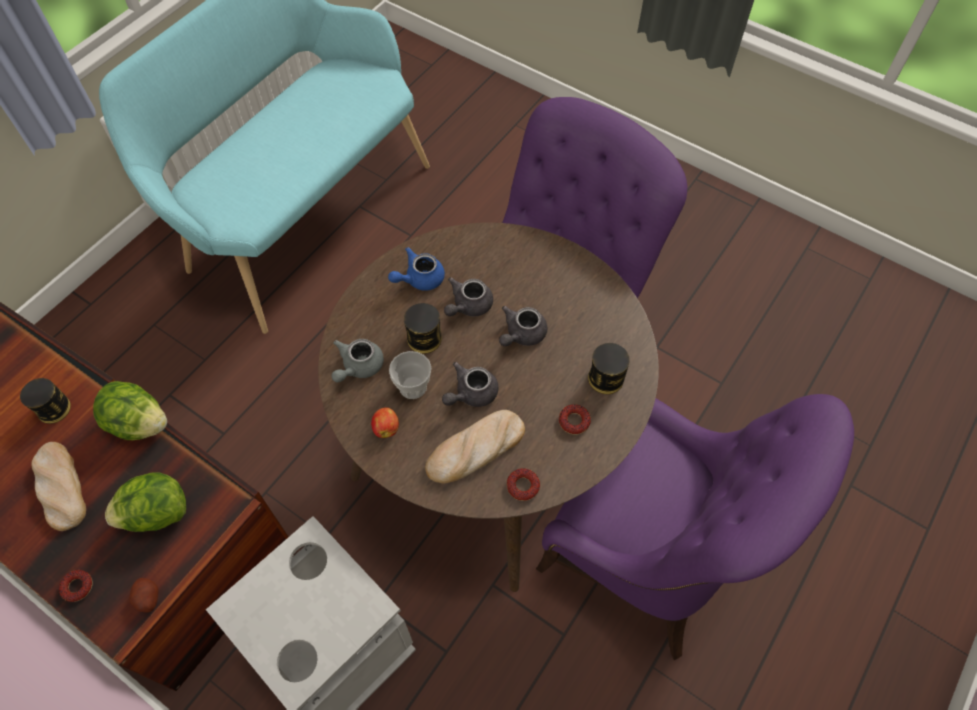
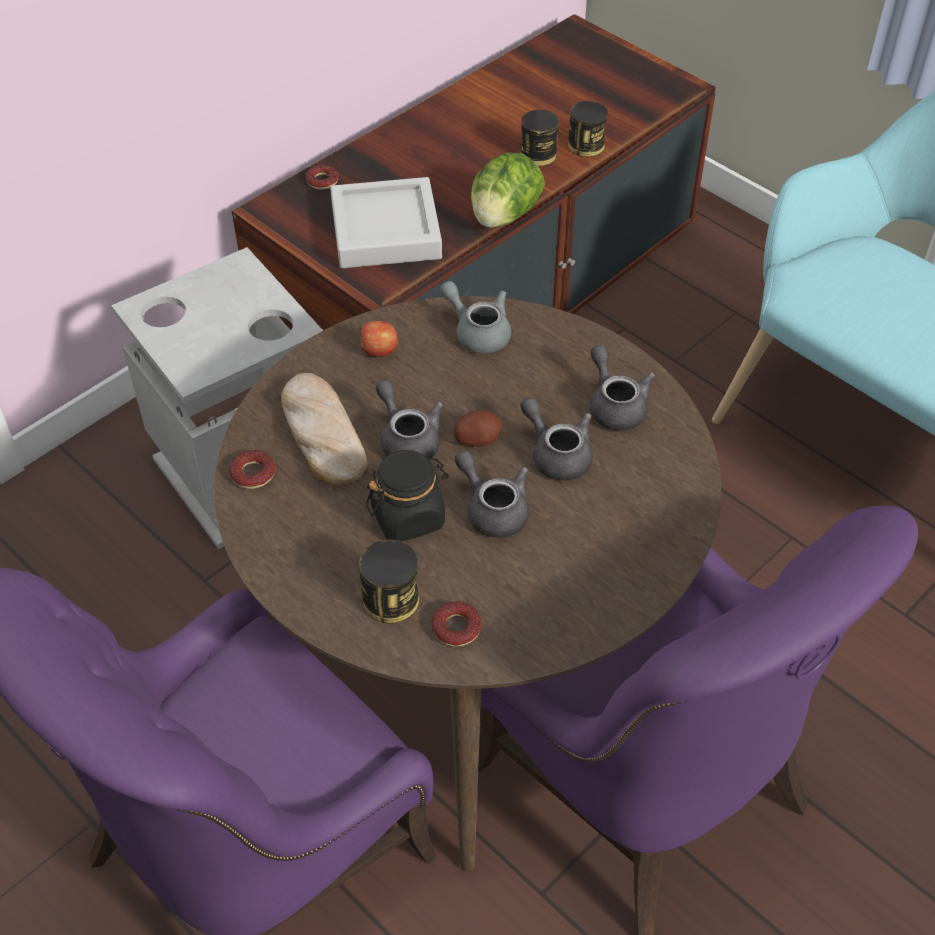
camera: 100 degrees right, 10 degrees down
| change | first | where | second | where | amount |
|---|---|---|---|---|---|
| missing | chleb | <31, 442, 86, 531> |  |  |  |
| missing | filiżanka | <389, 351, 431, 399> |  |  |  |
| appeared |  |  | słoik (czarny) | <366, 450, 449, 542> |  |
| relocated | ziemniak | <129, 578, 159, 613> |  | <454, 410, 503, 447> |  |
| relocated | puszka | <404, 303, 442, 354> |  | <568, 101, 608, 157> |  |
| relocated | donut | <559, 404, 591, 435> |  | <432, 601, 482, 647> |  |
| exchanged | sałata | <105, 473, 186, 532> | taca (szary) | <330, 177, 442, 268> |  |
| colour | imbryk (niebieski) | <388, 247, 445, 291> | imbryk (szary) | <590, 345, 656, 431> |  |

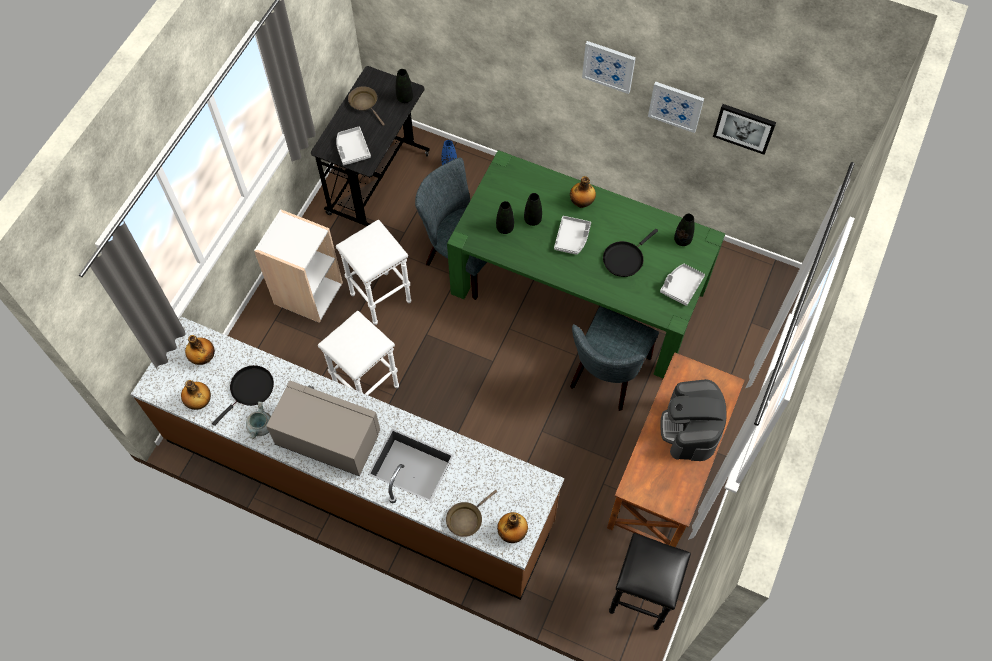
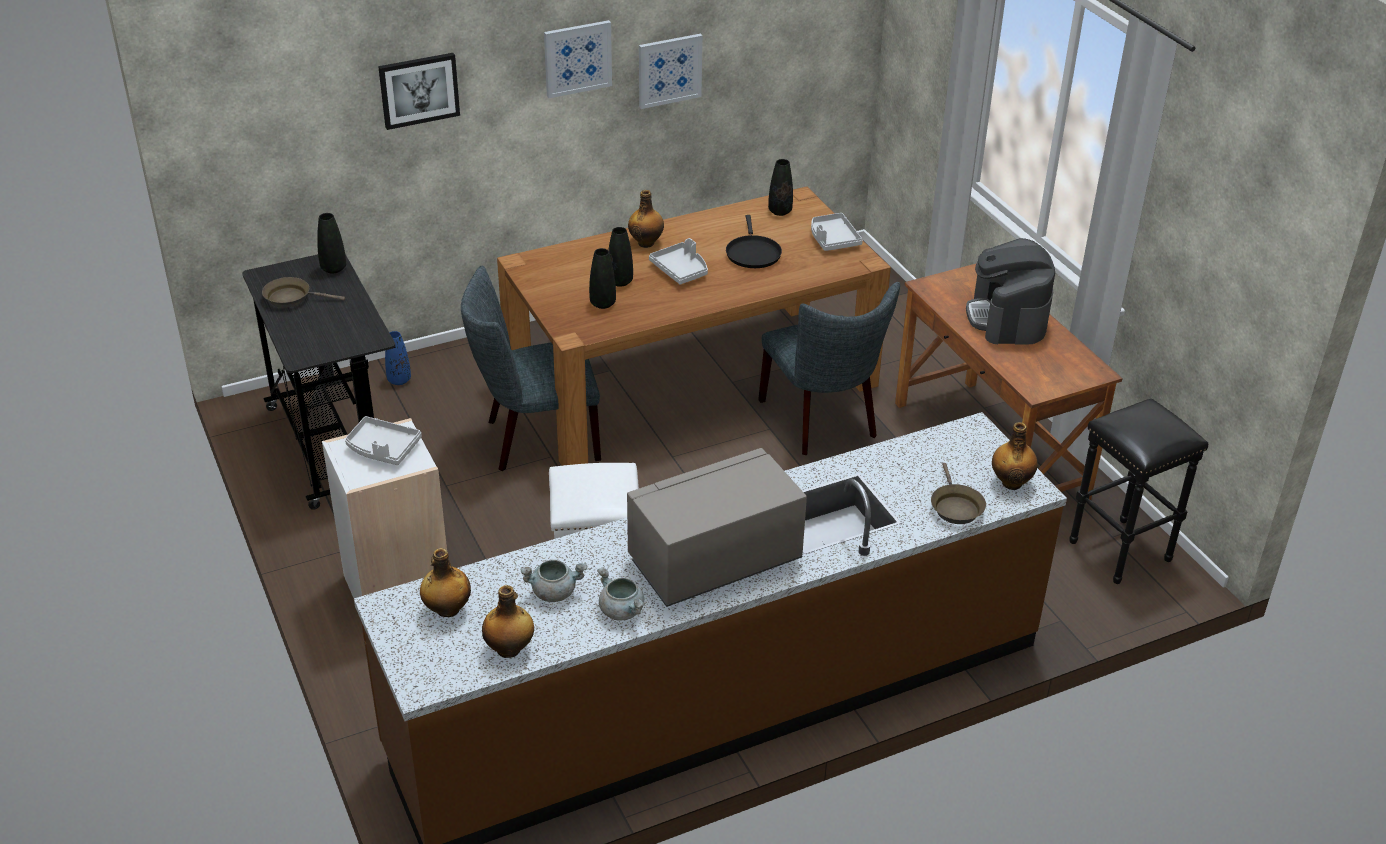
camera: 50 degrees left, 25 degrees down
| change | first | where | second | where | amount |
|---|---|---|---|---|---|
| missing | stołek (biały) | <336, 220, 411, 325> |  |  |  |
| relocated | taca (szary) | <336, 127, 371, 165> |  | <345, 416, 422, 465> |  |
| relocated | obraz | <713, 104, 776, 155> |  | <378, 53, 460, 130> |  |
| exchanged | patelnia (czarny) | <212, 365, 274, 426> | garnek (szary) | <520, 560, 587, 602> |  |
| colour | stół jadalny (zielony) | <447, 150, 725, 378> | stół jadalny (brązowy) | <497, 186, 891, 466> |  |
| spun | ekspres do kawy | <660, 379, 727, 461> |  | <966, 238, 1055, 345> | 45 degrees clockwise |

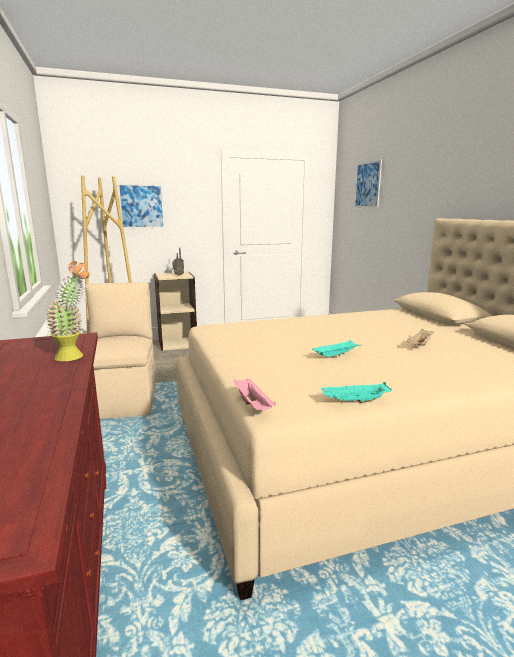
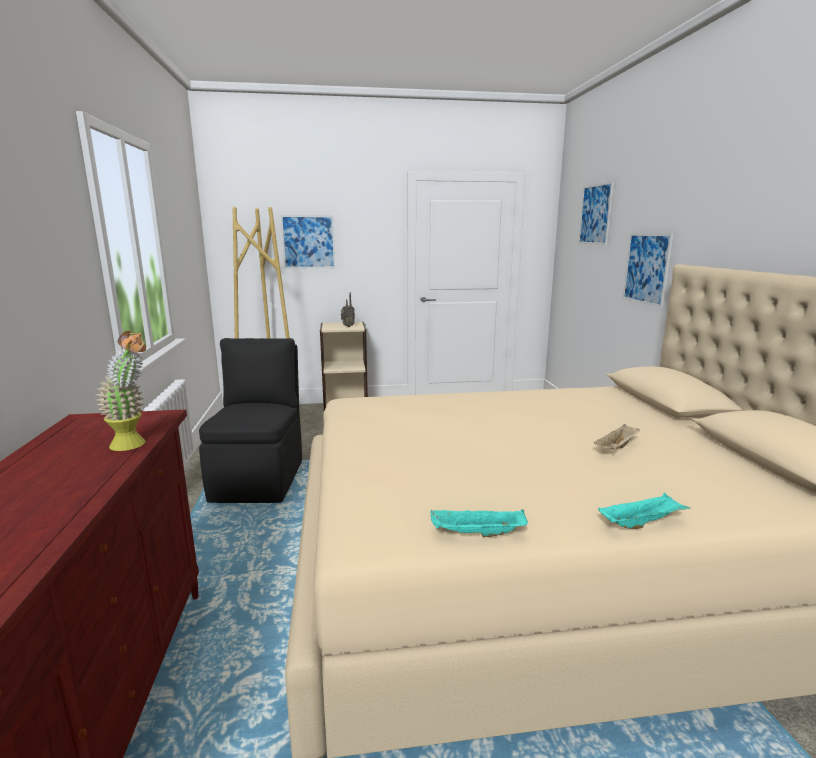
camera: 10 degrees right, 0 degrees up
| change | first | where | second | where | amount |
|---|---|---|---|---|---|
| missing | taca (różowy) | <233, 379, 275, 410> |  |  |  |
| appeared |  |  | obraz | <623, 233, 673, 308> |  |
| relocated | taca (turkusowy) | <312, 340, 362, 358> |  | <598, 493, 691, 529> |  |
| colour | krzesło (beżowy) | <85, 282, 155, 419> | krzesło (czarny) | <199, 338, 302, 503> |  |

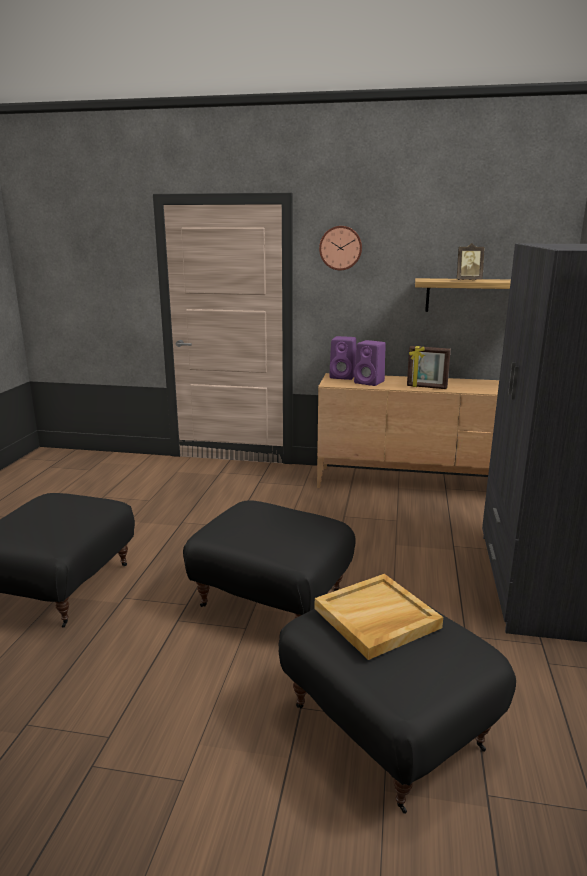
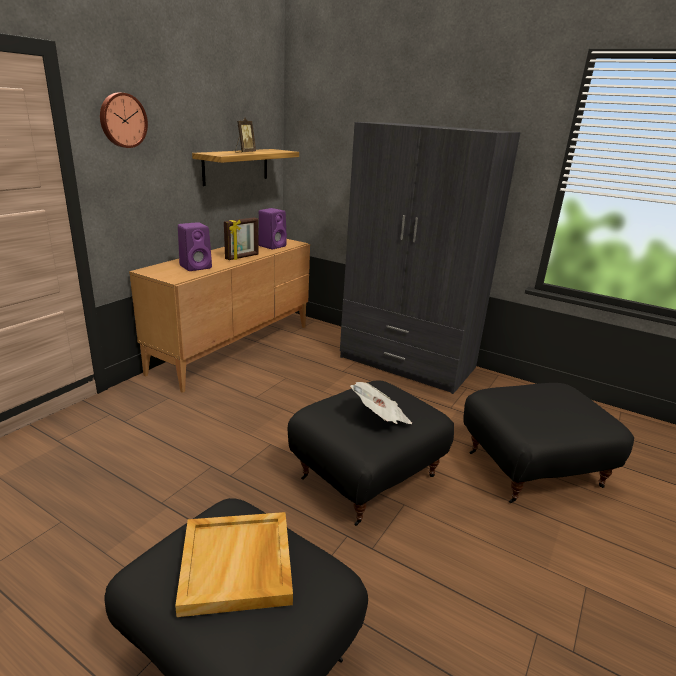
camera: 70 degrees left, 5 degrees up
| change | first | where | second | where | amount |
|---|---|---|---|---|---|
| appeared |  |  | gazeta | <350, 382, 412, 424> |  |
| relocated | taca (beżowy) | <315, 574, 443, 660> |  | <175, 512, 293, 617> |  |
| relocated | głośnik (fioletowy) | <329, 336, 356, 380> |  | <258, 208, 287, 249> |  |

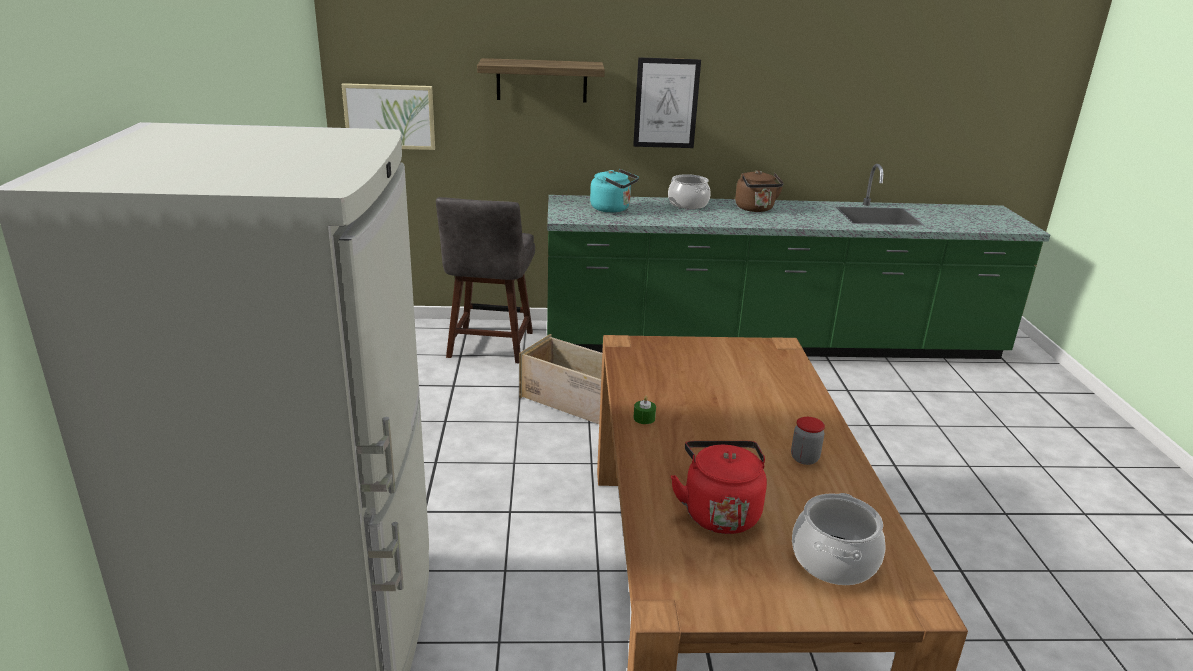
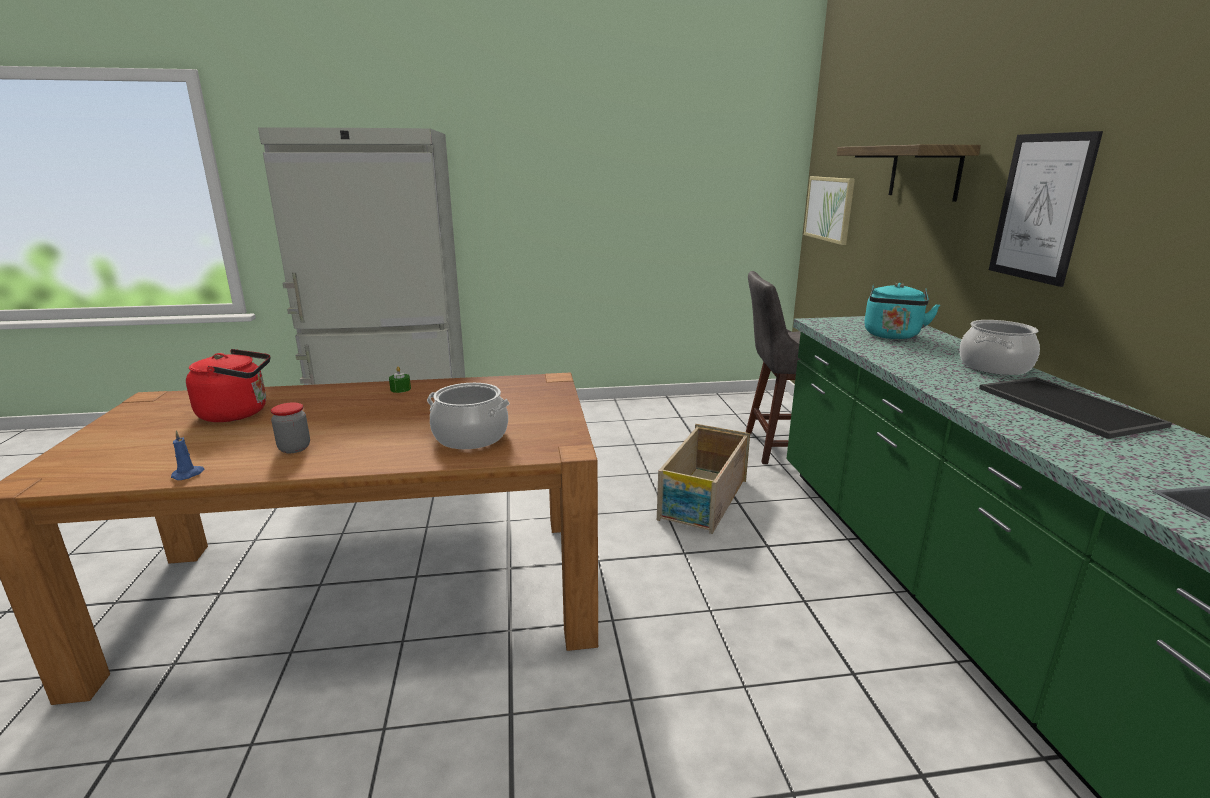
camera: 85 degrees right, 5 degrees down
| change | first | where | second | where | amount |
|---|---|---|---|---|---|
| appeared |  |  | świeca (niebieski) | <171, 430, 204, 480> |  |
| relocated | garnek | <792, 493, 886, 585> |  | <427, 383, 510, 449> |  |
| exchanged | czajnik (brązowy) | <735, 170, 784, 212> | taca | <979, 377, 1172, 439> |  |

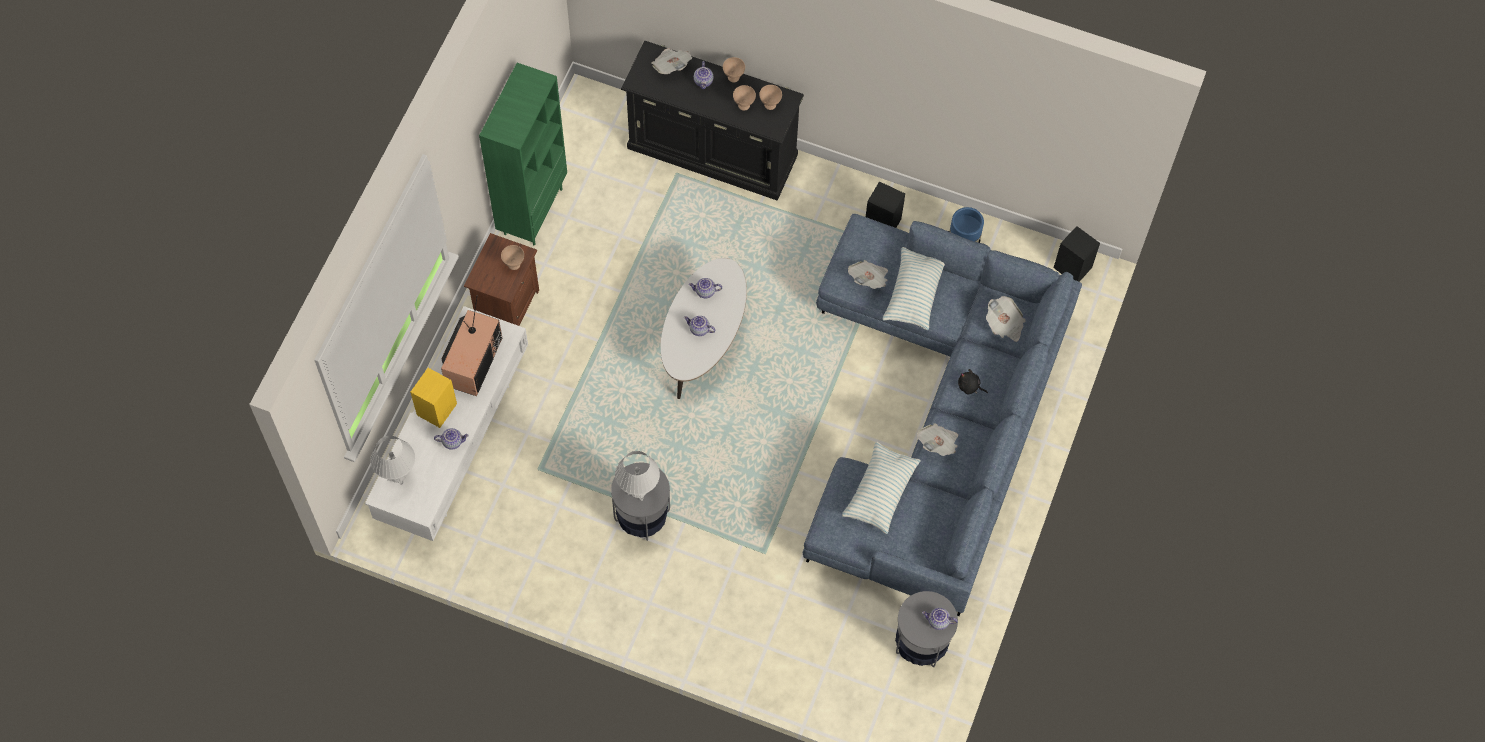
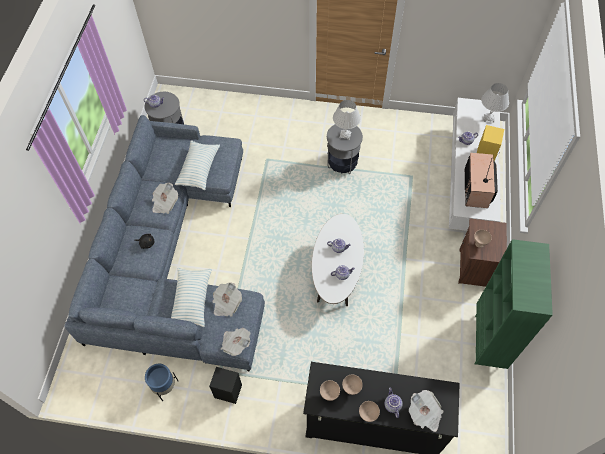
camera: 170 degrees right, 5 degrees down
| change | first | where | second | where | amount |
|---|---|---|---|---|---|
| missing | głośnik (czarny) | <1054, 226, 1100, 282> |  |  |  |
| relocated | gazeta | <986, 296, 1025, 342> |  | <221, 328, 250, 356> |  |

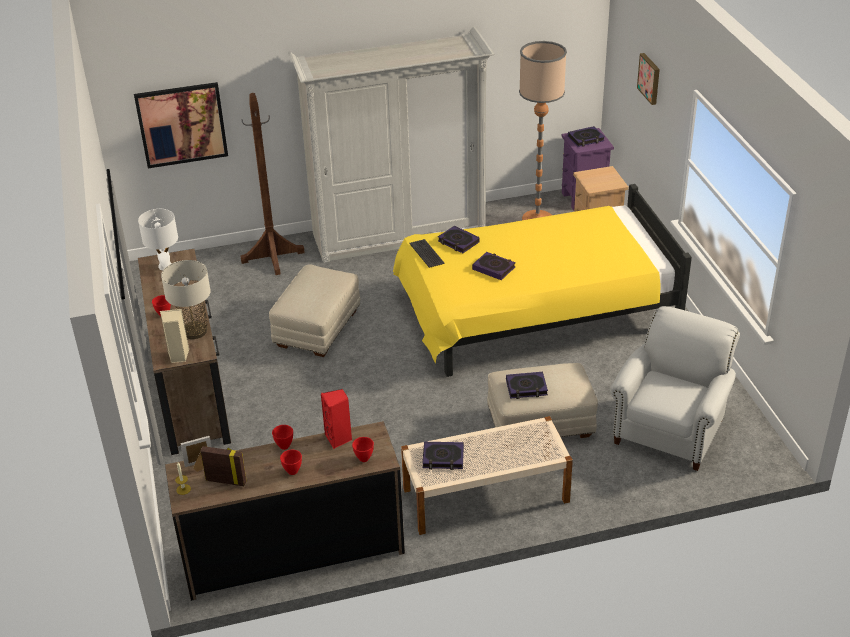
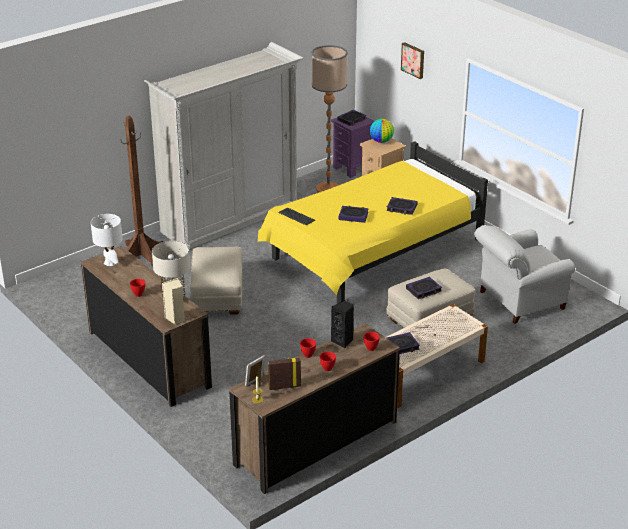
camera: 25 degrees left, 5 degrees down
| change | first | where | second | where | amount |
|---|---|---|---|---|---|
| missing | obraz | <134, 82, 228, 168> |  |  |  |
| appeared |  |  | globus | <370, 119, 394, 143> |  |
| relocated | książka | <438, 226, 480, 253> |  | <386, 197, 418, 215> |  |
| colour | głośnik (czerwony) | <321, 389, 352, 449> | głośnik (czarny) | <331, 300, 354, 348> |  |
| spun | fotel (biały) | <610, 306, 740, 471> |  | <474, 225, 575, 324> | 120 degrees counterclockwise |

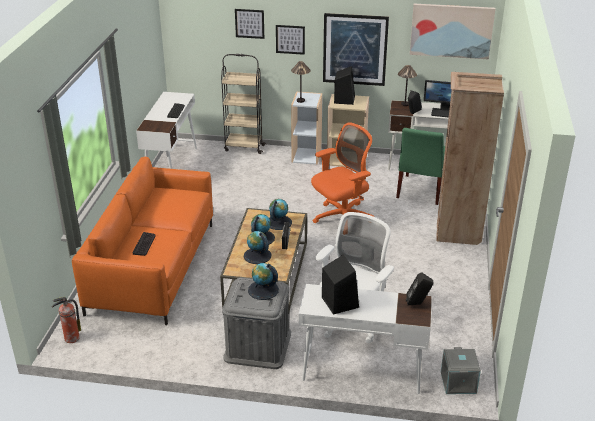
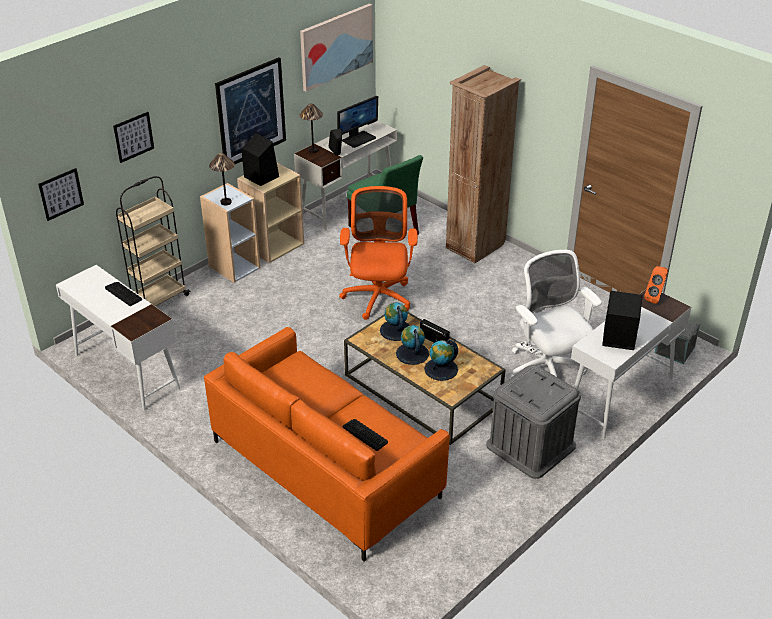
camera: 55 degrees left, 5 degrees up
| change | first | where | second | where | amount |
|---|---|---|---|---|---|
| missing | gaśnica | <52, 297, 81, 343> |  |  |  |
| missing | globus | <248, 263, 279, 300> |  |  |  |
| relocated | obraz | <276, 25, 305, 55> |  | <38, 168, 84, 221> |  |
| colour | głośnik (czarny) | <406, 273, 433, 305> | głośnik (pomarańczowy) | <644, 266, 668, 304> |  |

